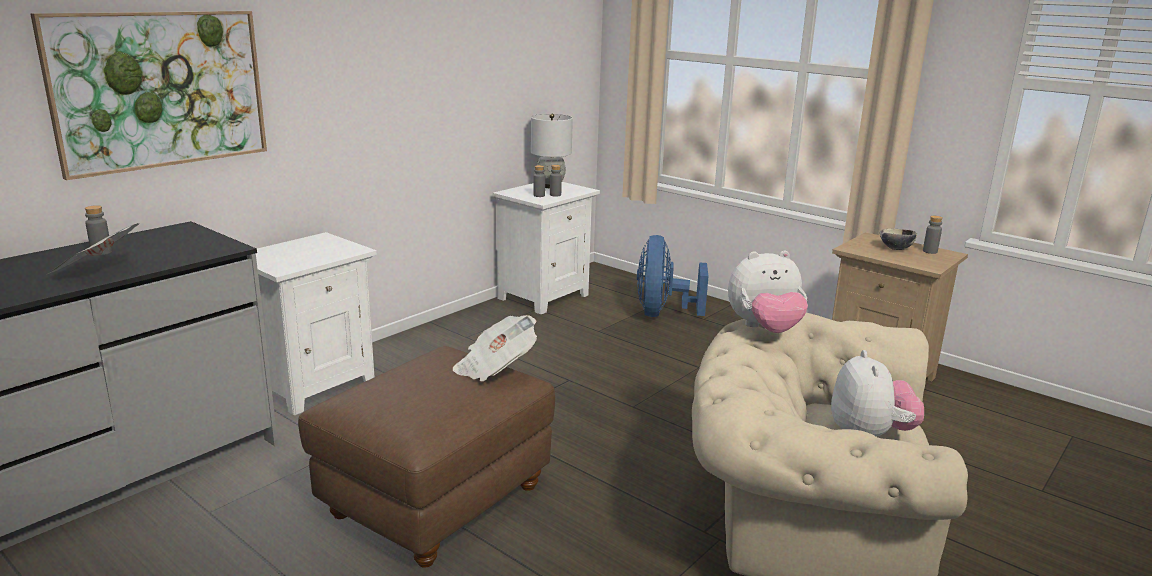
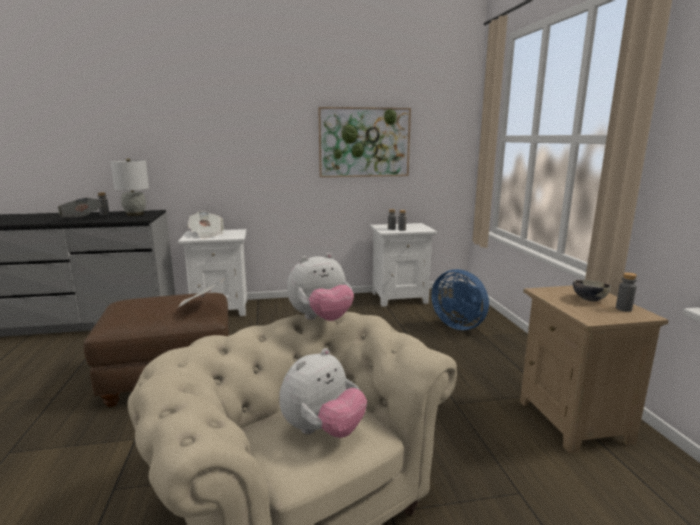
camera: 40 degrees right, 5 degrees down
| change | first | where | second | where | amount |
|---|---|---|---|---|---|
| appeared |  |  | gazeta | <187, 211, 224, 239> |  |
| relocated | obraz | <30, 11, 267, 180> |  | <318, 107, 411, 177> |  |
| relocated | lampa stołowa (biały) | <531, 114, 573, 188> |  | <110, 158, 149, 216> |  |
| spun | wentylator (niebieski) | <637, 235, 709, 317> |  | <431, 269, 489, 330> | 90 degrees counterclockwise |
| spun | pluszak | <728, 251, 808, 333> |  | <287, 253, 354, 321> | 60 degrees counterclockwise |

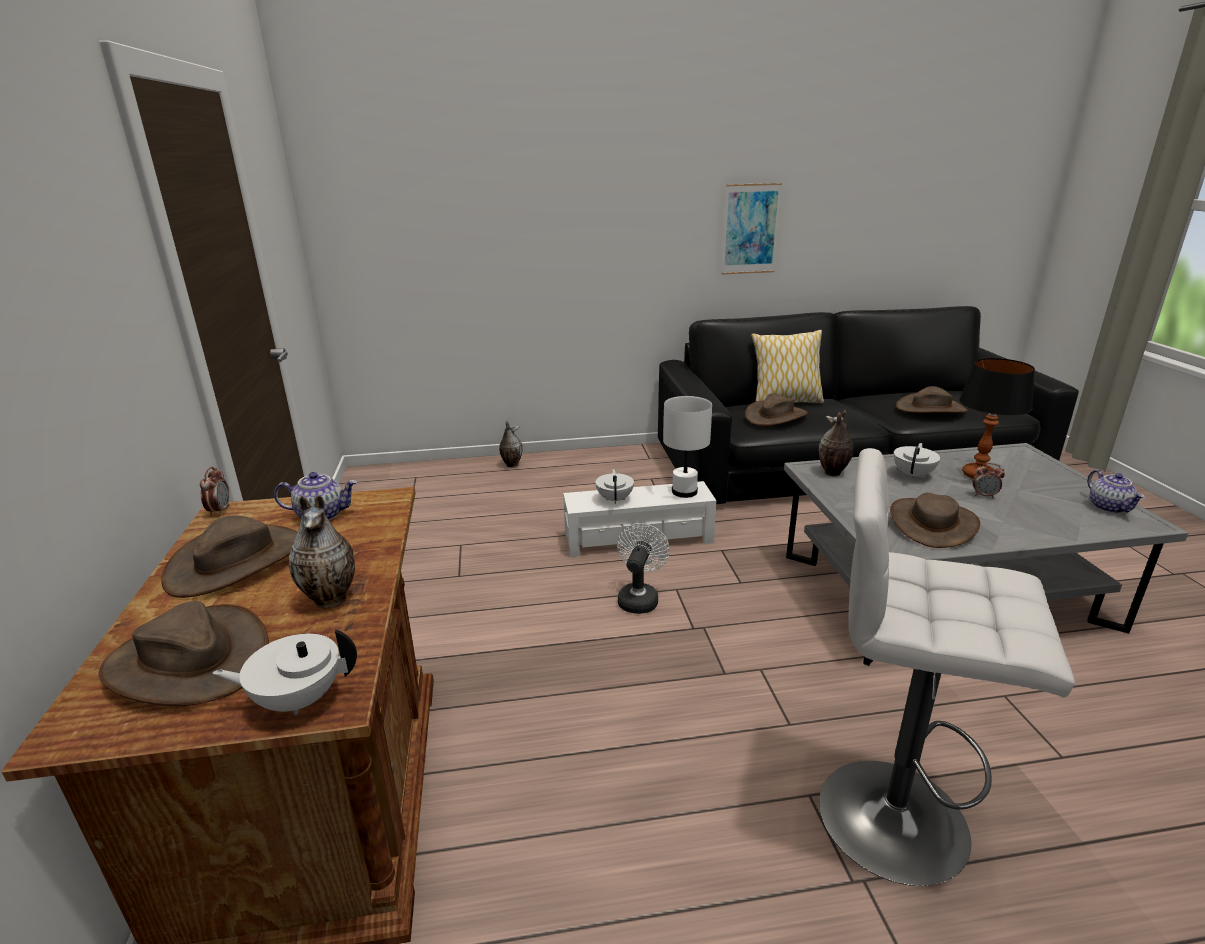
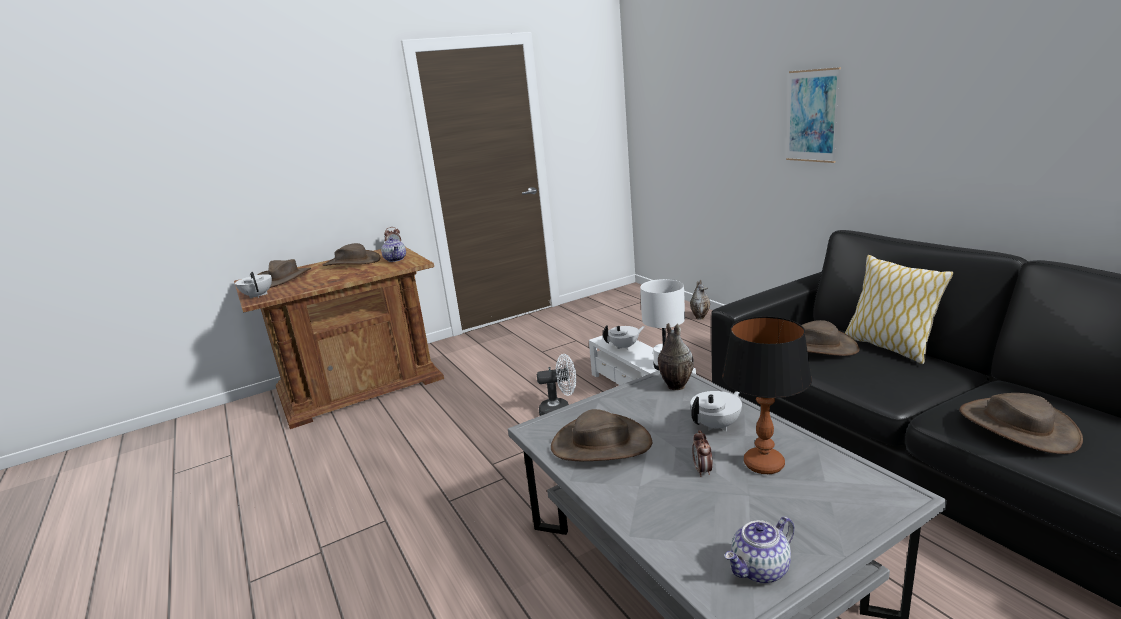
camera: 70 degrees right, 5 degrees down
| change | first | where | second | where | amount |
|---|---|---|---|---|---|
| missing | wazon | <289, 495, 355, 608> |  |  |  |
| missing | stołek (biały) | <819, 448, 1075, 886> |  |  |  |
| relocated | obraz | <721, 183, 782, 274> |  | <786, 67, 841, 163> |  |
| spun | imbryk (biały) | <894, 443, 940, 479> |  | <690, 391, 742, 431> | 45 degrees counterclockwise |

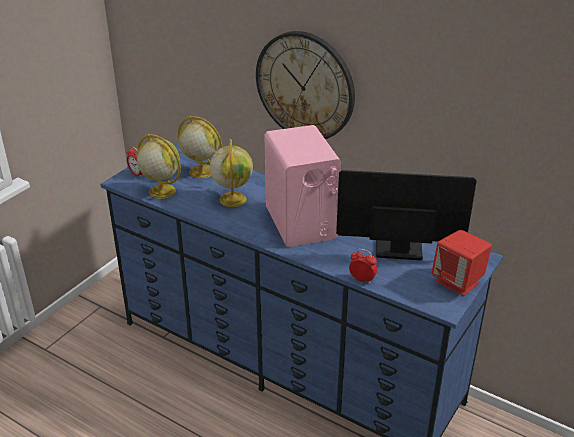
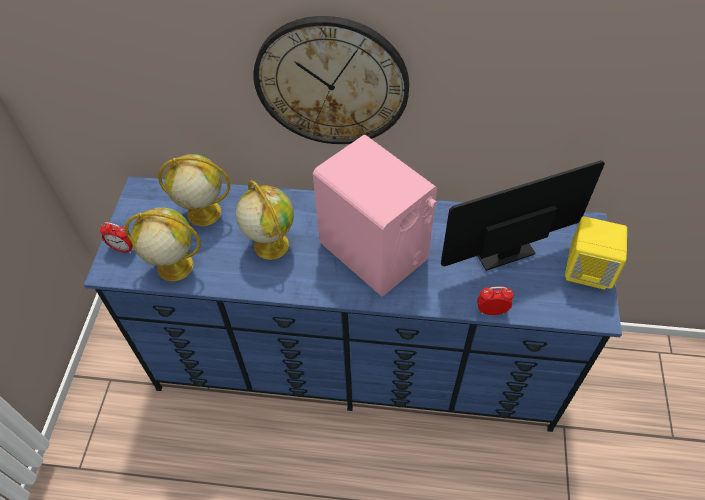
camera: 25 degrees left, 20 degrees up
| change | first | where | second | where | amount |
|---|---|---|---|---|---|
| colour | głośnik (czerwony) | <432, 229, 492, 296> | głośnik (żółty) | <565, 216, 627, 290> |  |

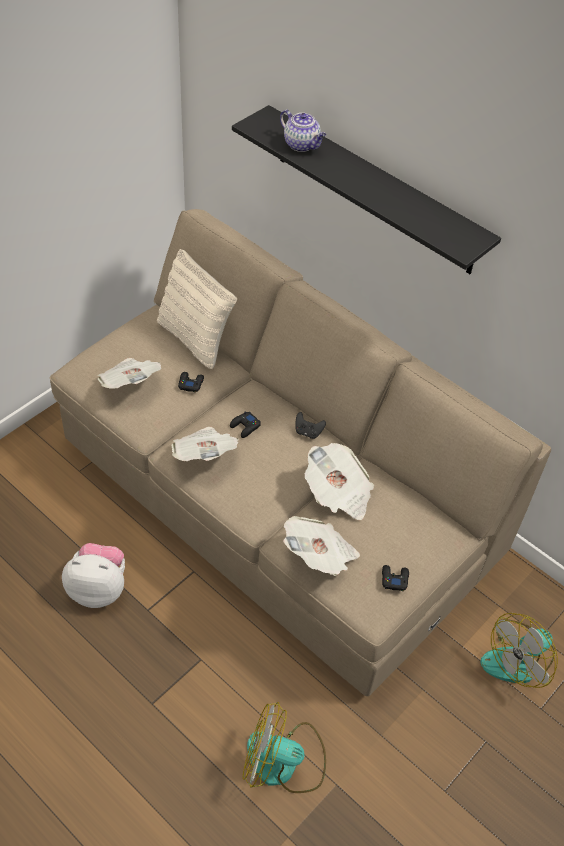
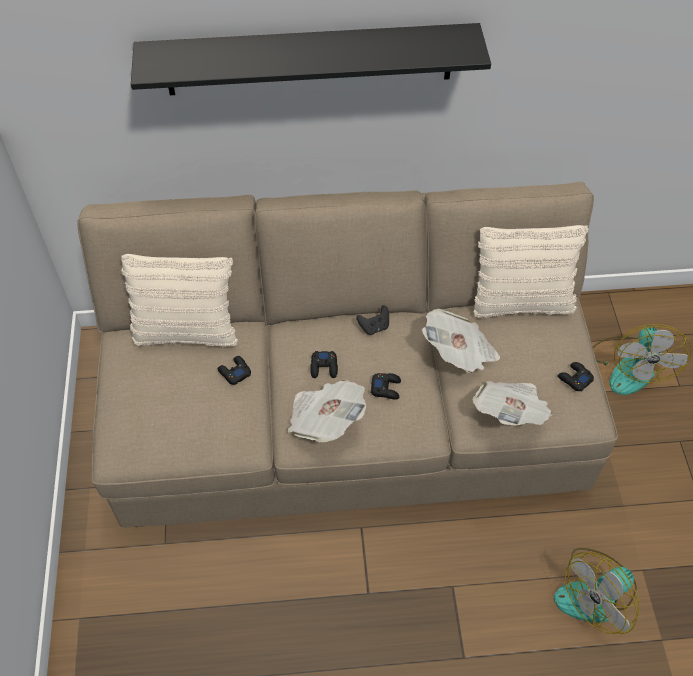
camera: 45 degrees left, 5 degrees up
| change | first | where | second | where | amount |
|---|---|---|---|---|---|
| missing | pluszak | <62, 543, 125, 608> |  |  |  |
| missing | gazeta | <97, 358, 162, 389> |  |  |  |
| missing | imbryk | <280, 109, 326, 152> |  |  |  |
| appeared |  |  | pad do gier (czarny) | <371, 373, 401, 400> |  |
| appeared |  |  | poduszka (beżowy) | <474, 225, 588, 318> |  |

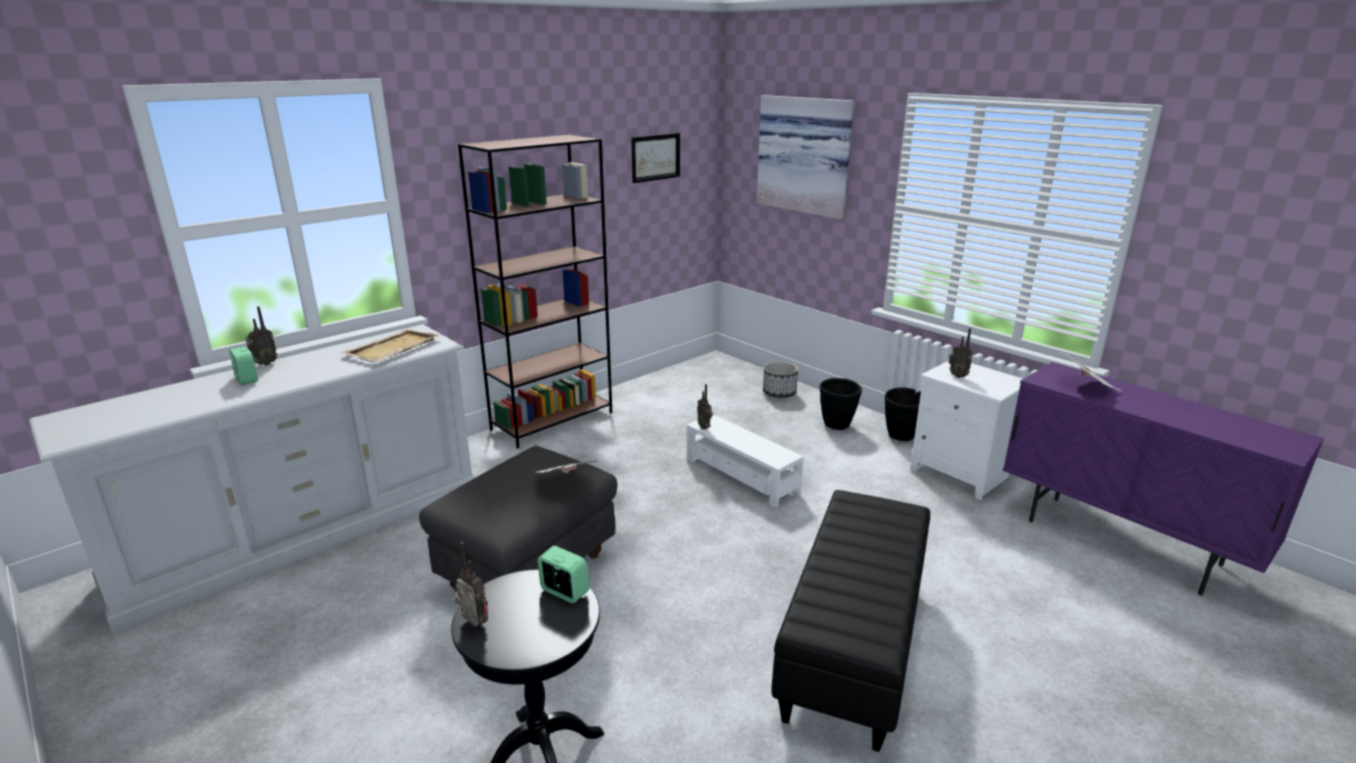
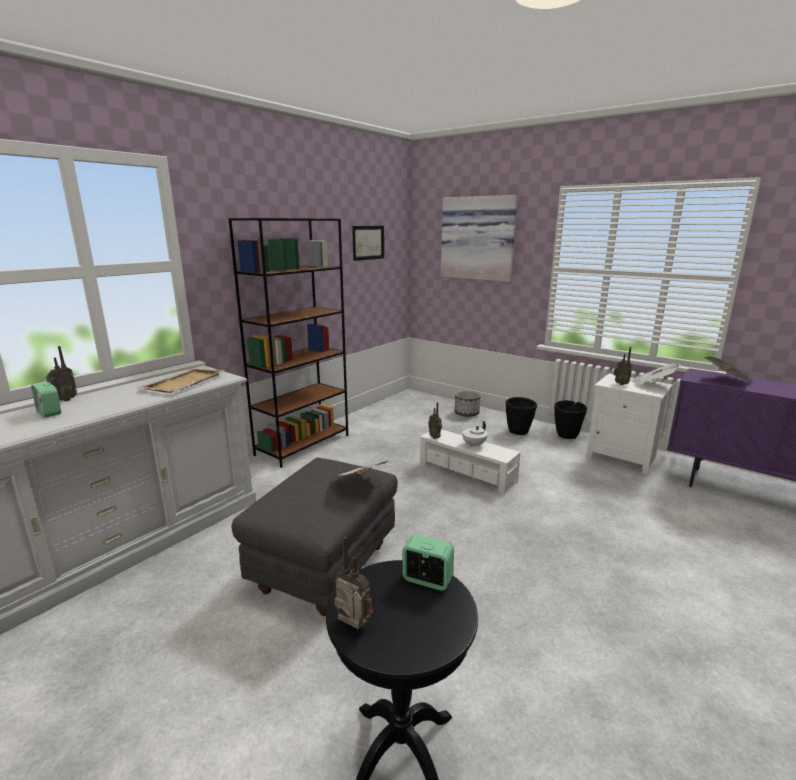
camera: 10 degrees left, 5 degrees down
| change | first | where | second | where | amount |
|---|---|---|---|---|---|
| missing | pufa (czarny) | <772, 490, 930, 752> |  |  |  |
| appeared |  |  | imbryk (biały) | <462, 421, 488, 447> |  |
| appeared |  |  | gazeta | <631, 363, 681, 385> |  |

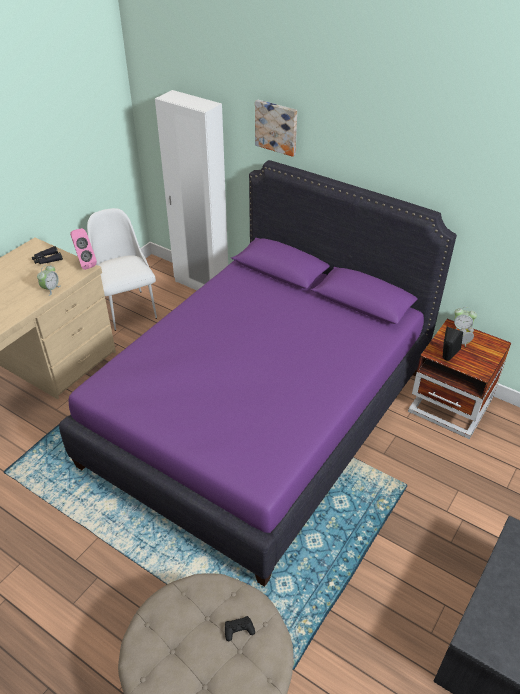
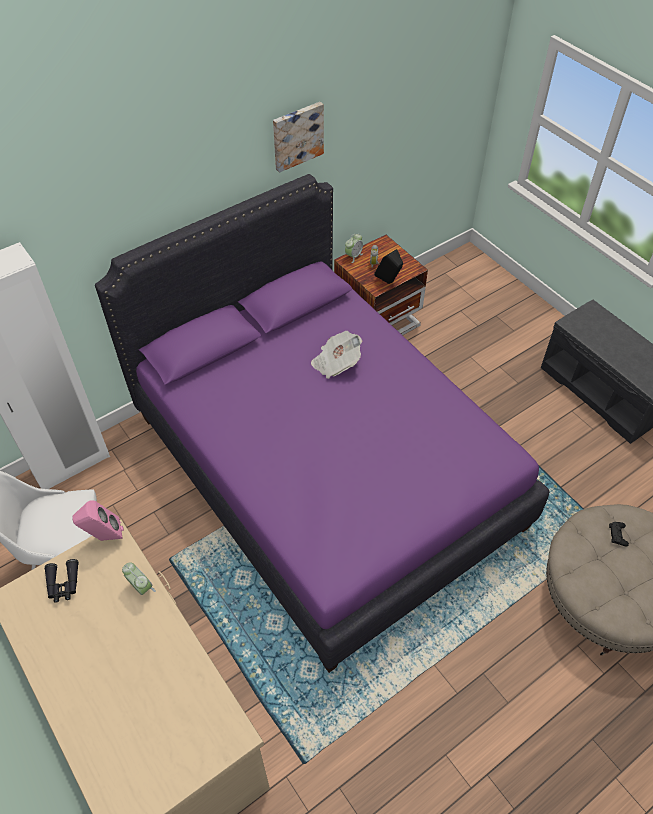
camera: 70 degrees left, 10 degrees up
| change | first | where | second | where | amount |
|---|---|---|---|---|---|
| appeared |  |  | gazeta | <311, 331, 362, 379> |  |
| relocated | obraz | <255, 100, 297, 157> |  | <273, 102, 324, 173> |  |

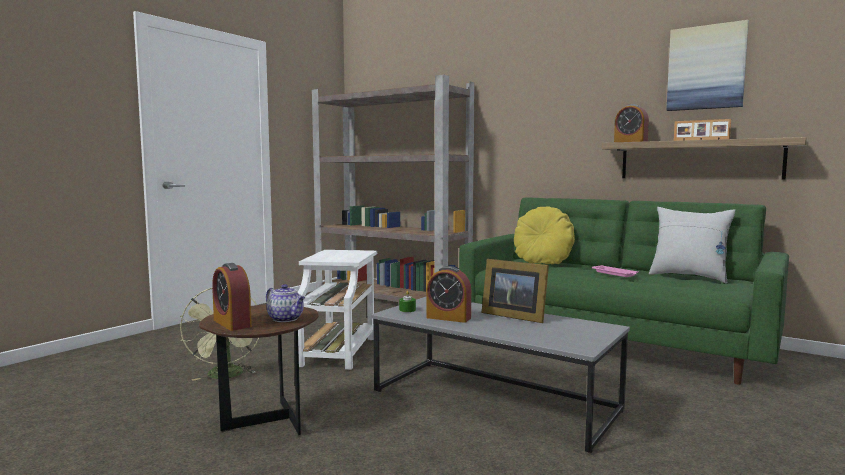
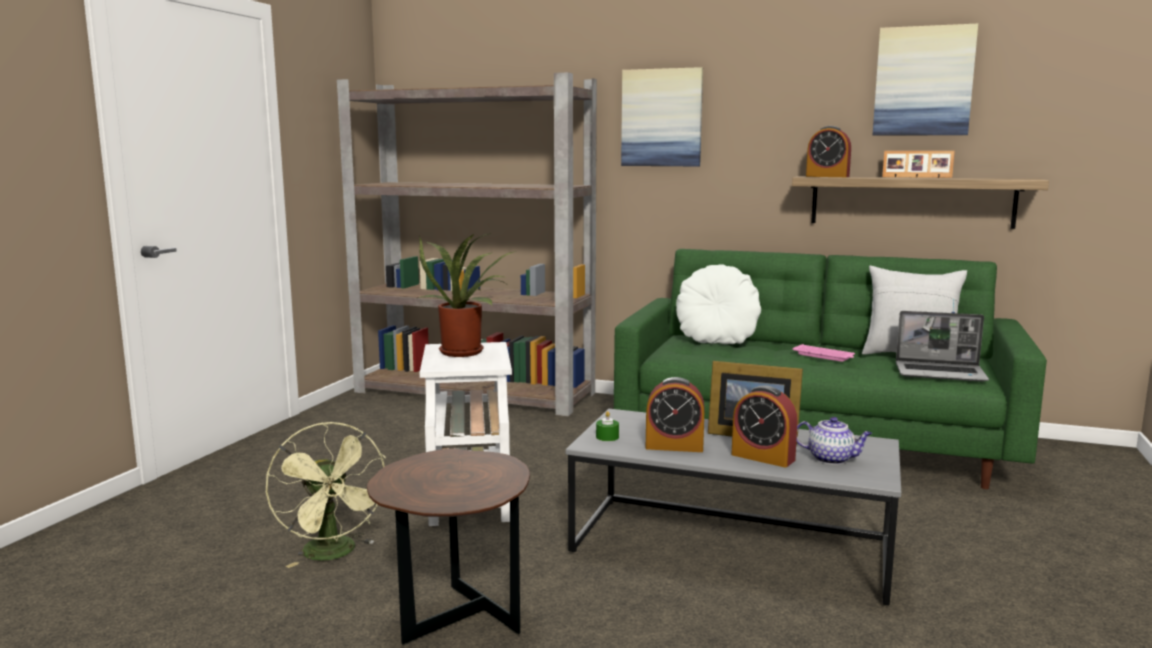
camera: 15 degrees left, 5 degrees up
| change | first | where | second | where | amount |
|---|---|---|---|---|---|
| appeared |  |  | roślina doniczkowa | <418, 233, 517, 357> |  |
| appeared |  |  | obraz | <621, 67, 703, 166> |  |
| appeared |  |  | laptop | <896, 311, 989, 382> |  |
| relocated | budzik | <212, 263, 252, 331> |  | <731, 385, 798, 467> |  |
| relocated | imbryk | <266, 284, 305, 322> |  | <796, 417, 872, 465> |  |
| colour | poduszka (żółty) | <514, 206, 575, 264> | poduszka (biały) | <676, 264, 761, 344> |  |

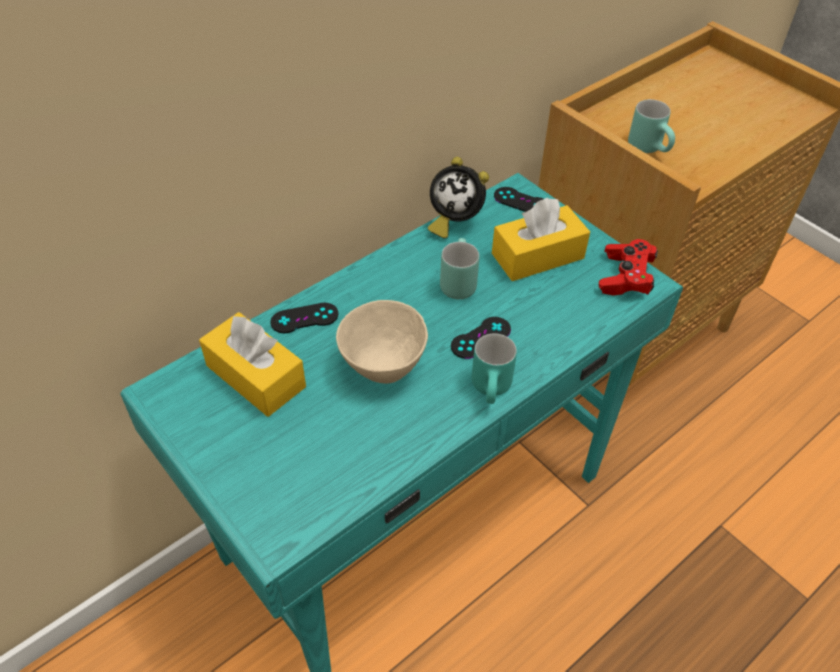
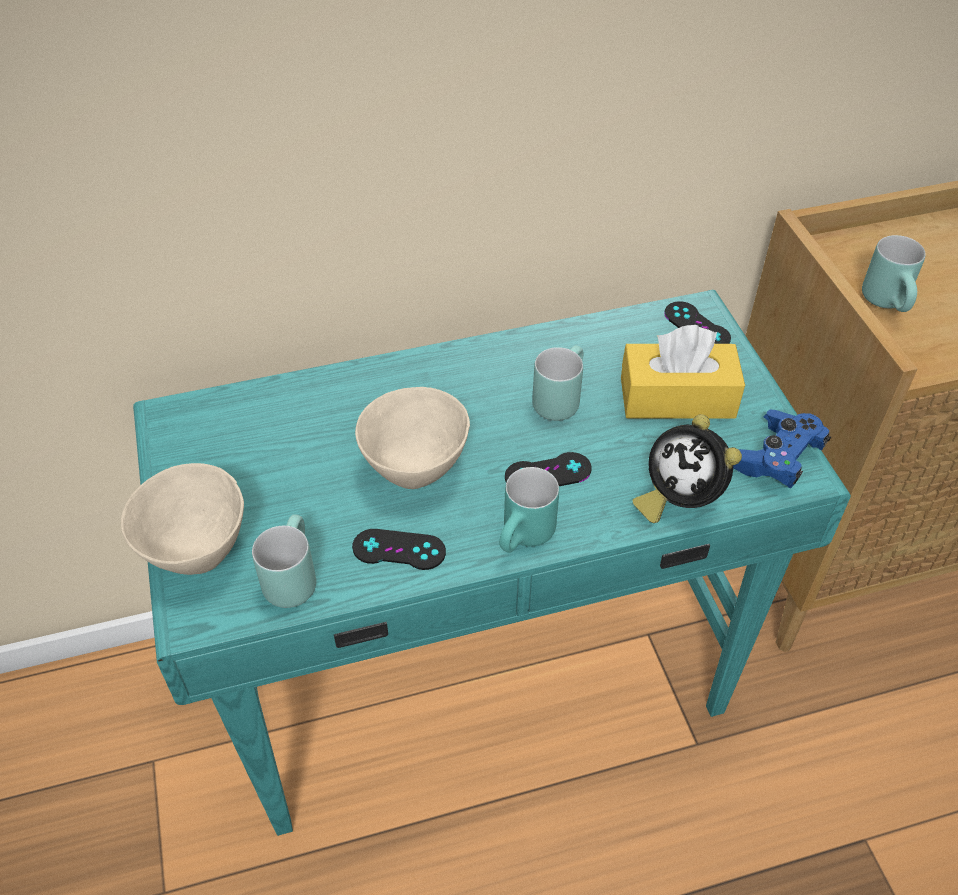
camera: 25 degrees right, 0 degrees up
| change | first | where | second | where | amount |
|---|---|---|---|---|---|
| missing | pudełko chusteczek (żółty) | <199, 312, 306, 417> |  |  |  |
| appeared |  |  | miska (beżowy) | <121, 463, 244, 575> |  |
| appeared |  |  | kubek (turkusowy) | <252, 514, 316, 608> |  |
| relocated | pad do gier (czarny) | <270, 303, 339, 333> |  | <352, 529, 446, 570> |  |
| relocated | budzik | <428, 157, 489, 239> |  | <633, 414, 742, 523> |  |
| colour | pad do gier (czerwony) | <599, 239, 658, 296> | pad do gier (niebieski) | <733, 410, 831, 488> |  |

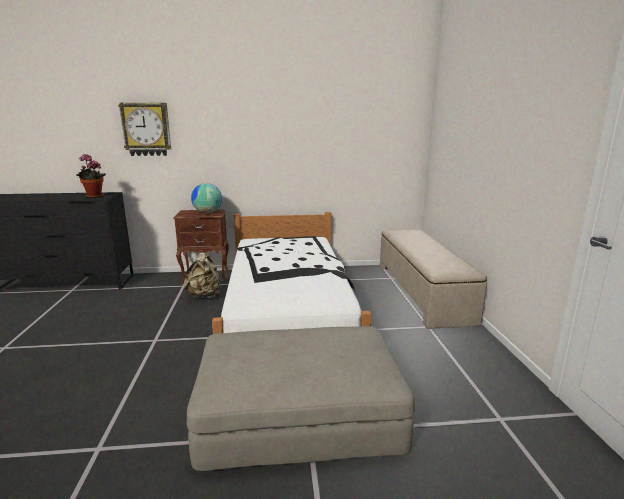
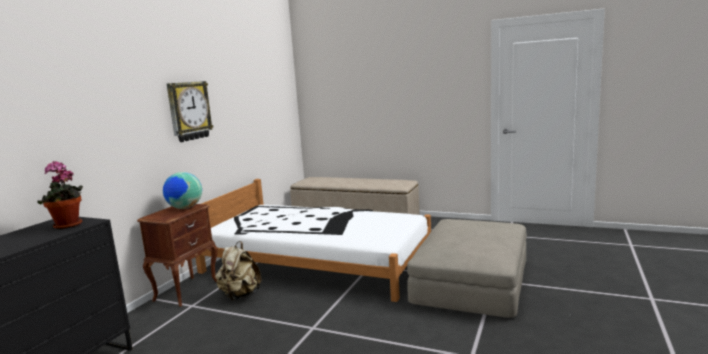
camera: 60 degrees left, 5 degrees down
| change | first | where | second | where | amount |
|---|---|---|---|---|---|
| relocated | zegar ścienny | <118, 102, 171, 156> |  | <167, 81, 214, 142> |  |

